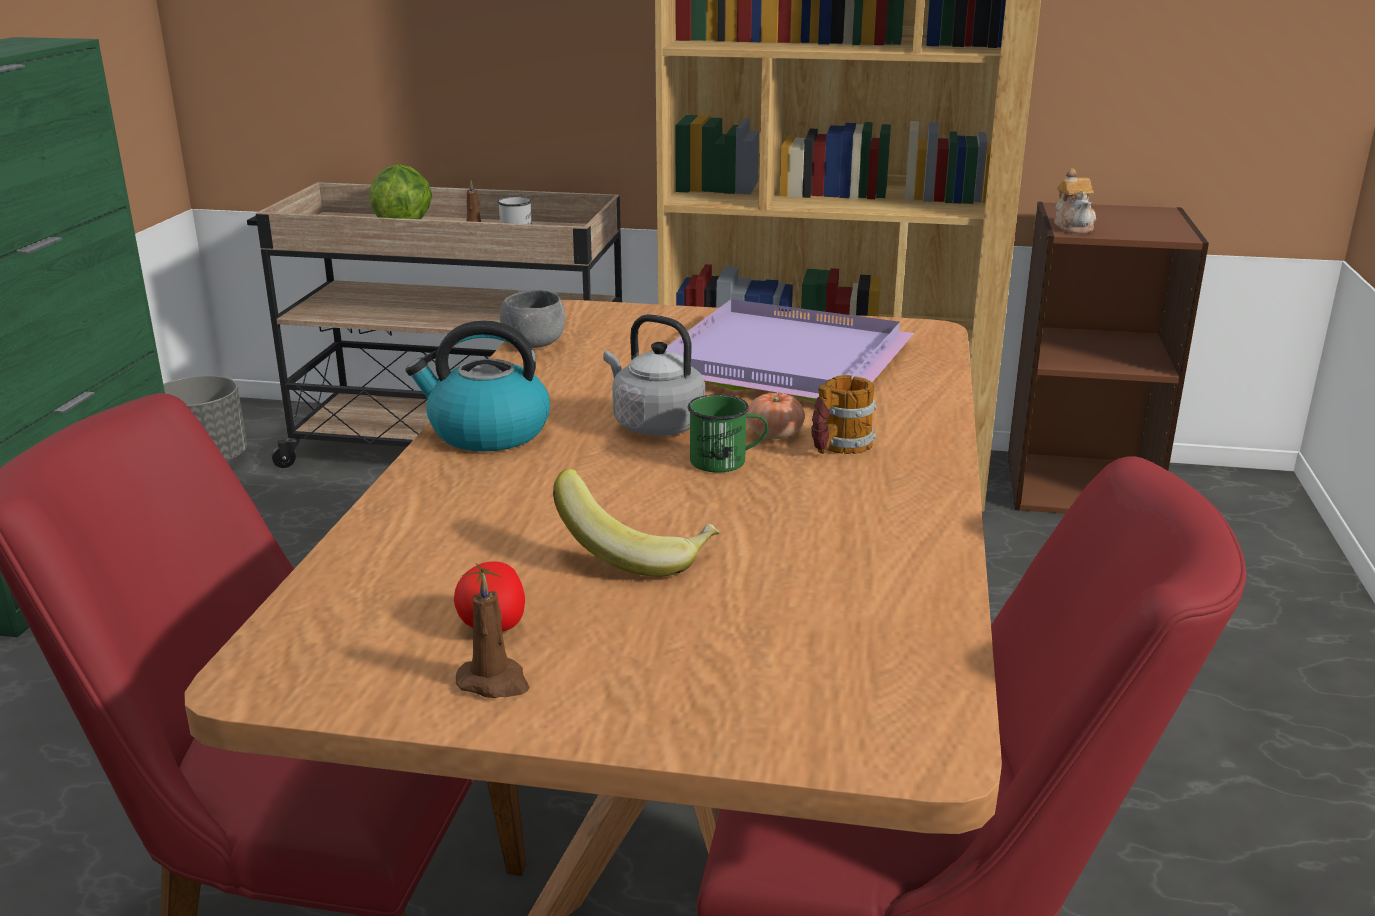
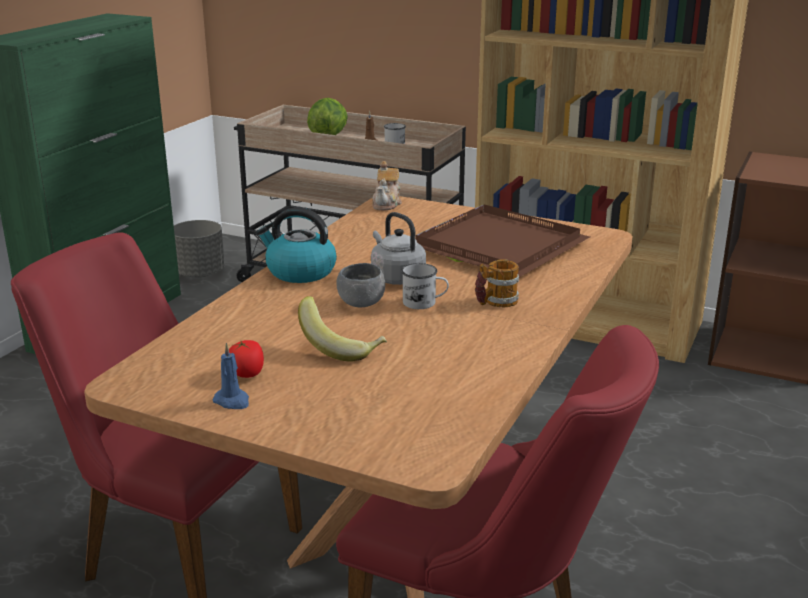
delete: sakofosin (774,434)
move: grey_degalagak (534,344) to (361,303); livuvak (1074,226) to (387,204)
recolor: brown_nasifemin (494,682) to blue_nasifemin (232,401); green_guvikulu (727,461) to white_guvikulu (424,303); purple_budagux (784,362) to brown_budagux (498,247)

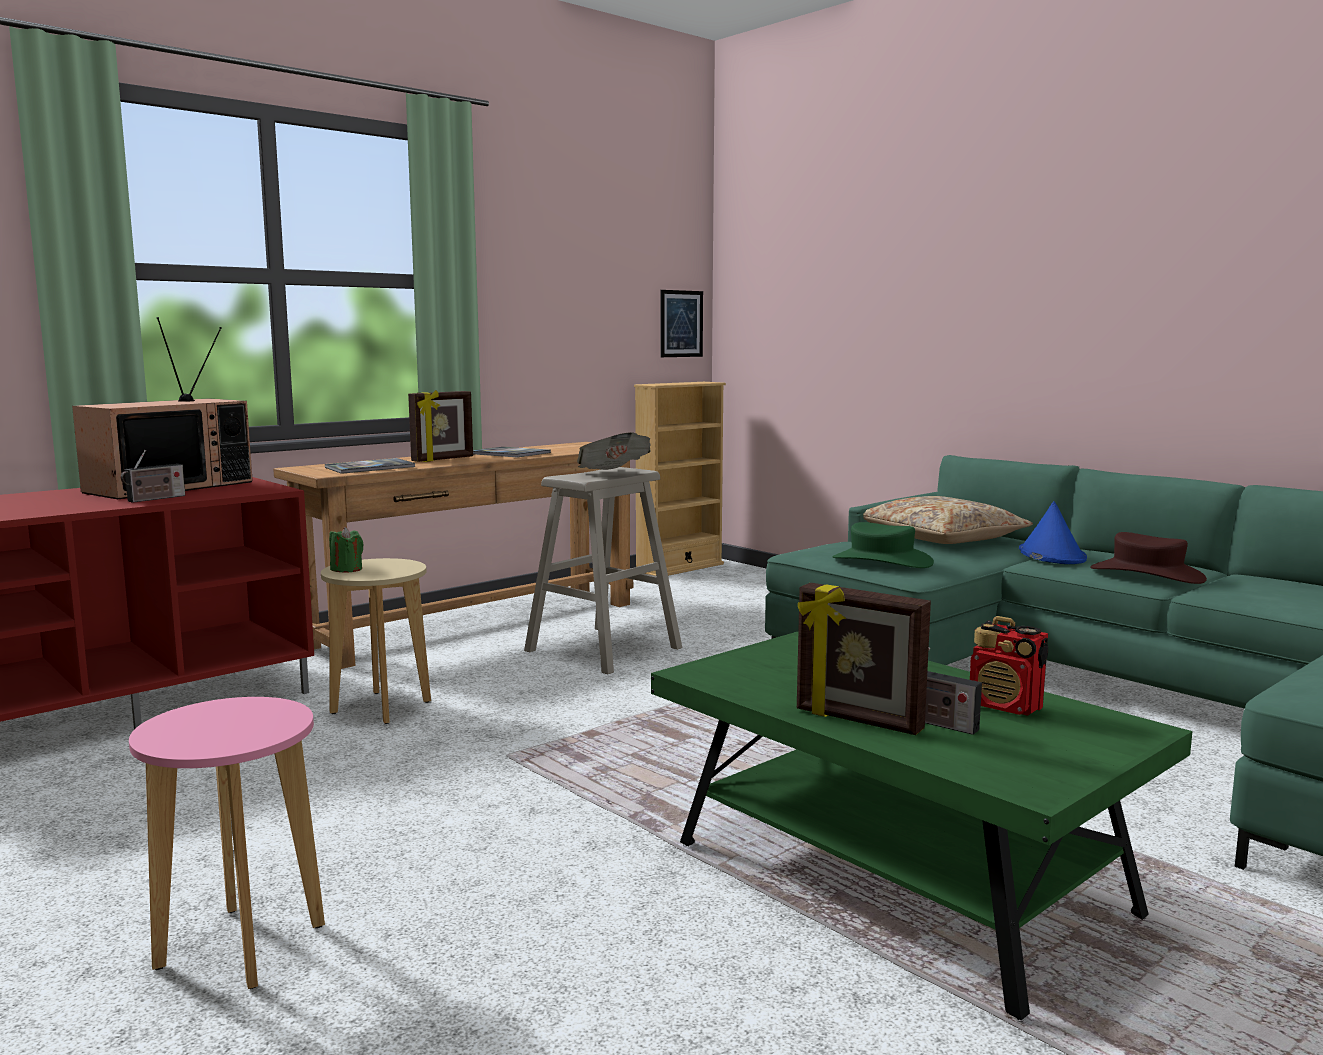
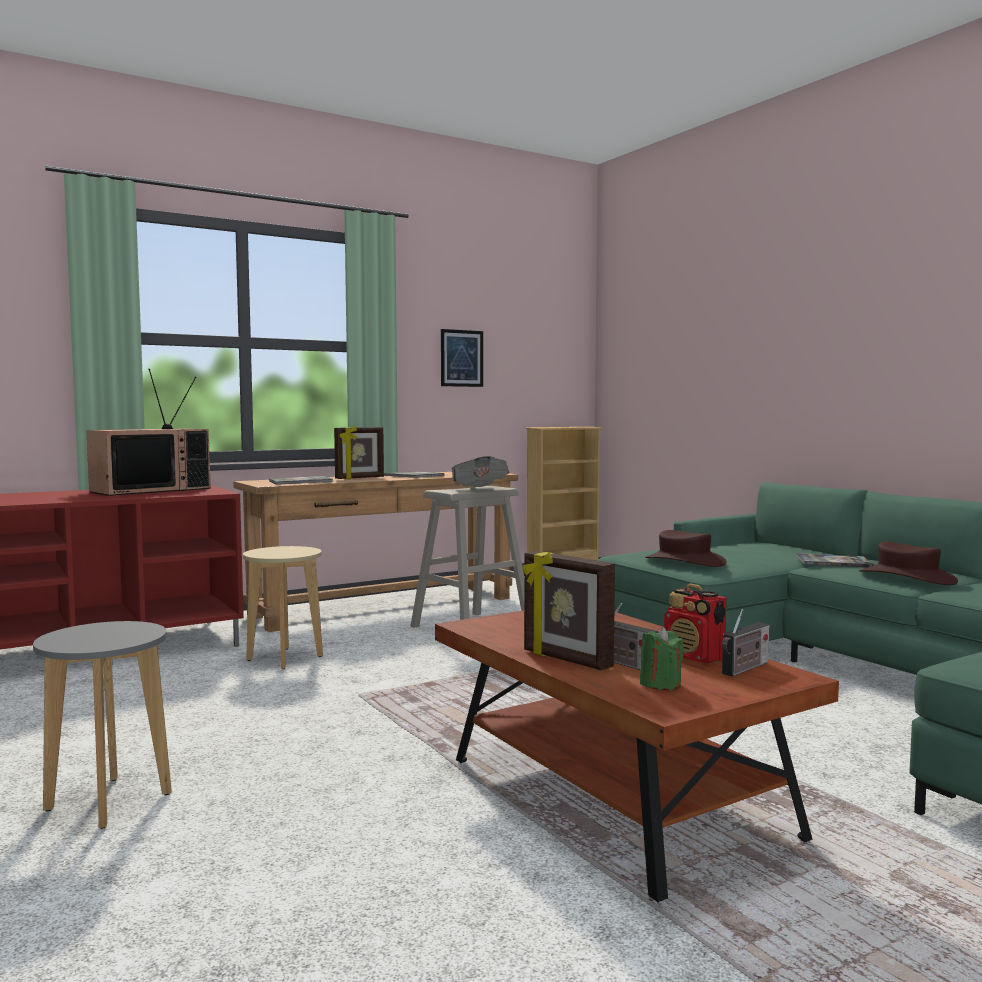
delete: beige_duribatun (940,538)
move: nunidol (681,323) to (462,358); green_nasifemin (347,569) to (660,684); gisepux (154,499) to (744,669)
replace: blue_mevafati (1051,555) to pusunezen (834,562)
recolor: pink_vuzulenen (240,946) to grey_vuzulenen (108,802); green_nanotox (895,881) to brown_nanotox (613,800); green_mevafati (882,561) to brown_mevafati (684,561)

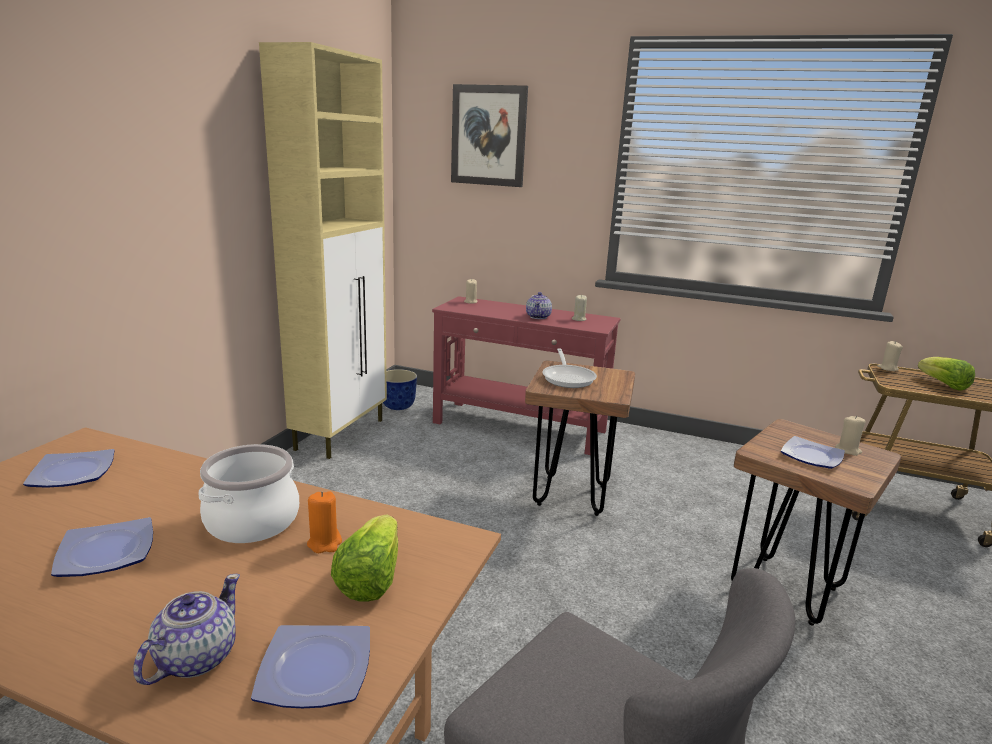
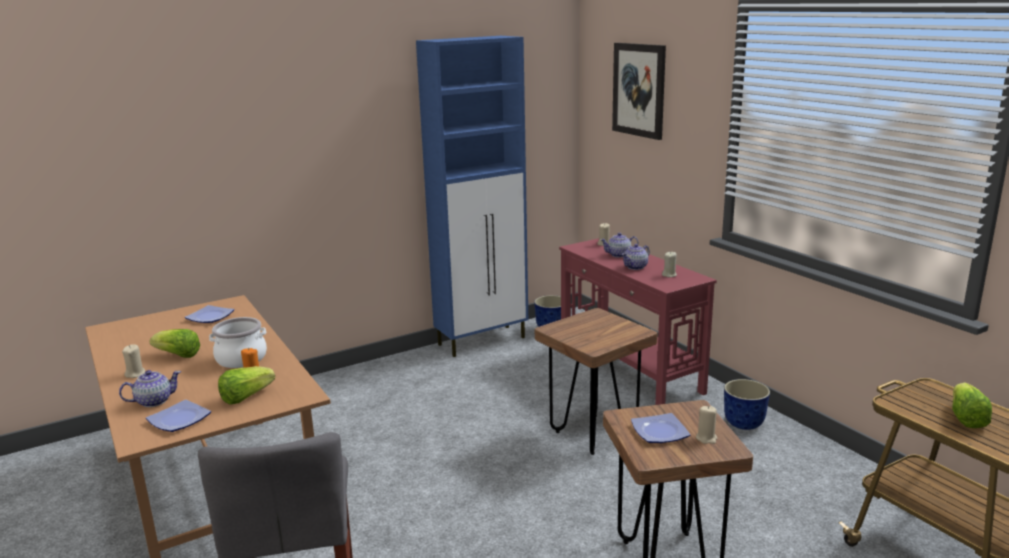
delete: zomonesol (568,378)
insert: livuvak (619,255); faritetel (744,424)
move: beige_nasifemin (887,368) to (135,374)
replace: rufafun (108,553) to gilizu (178,355)
recolor: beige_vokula (341,434) to blue_vokula (483,341)

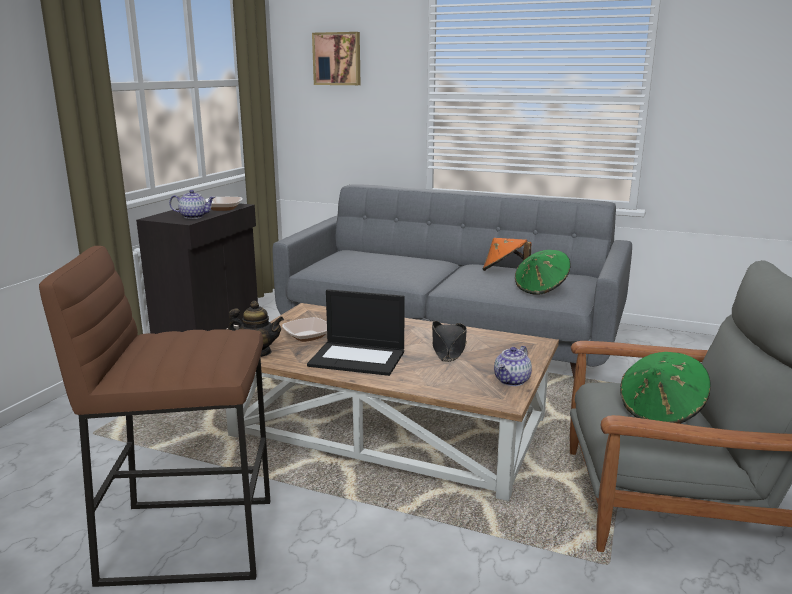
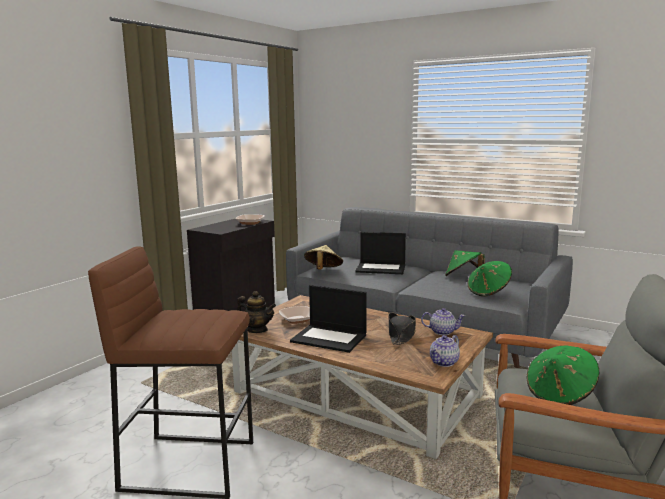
delete: nunidol (337,59)
insert: beige_mevafati (323,271); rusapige (381,268)
move: livuvak (194,216) to (442,332)
recolor: orange_mevafati (504,271) to green_mevafati (463,276)

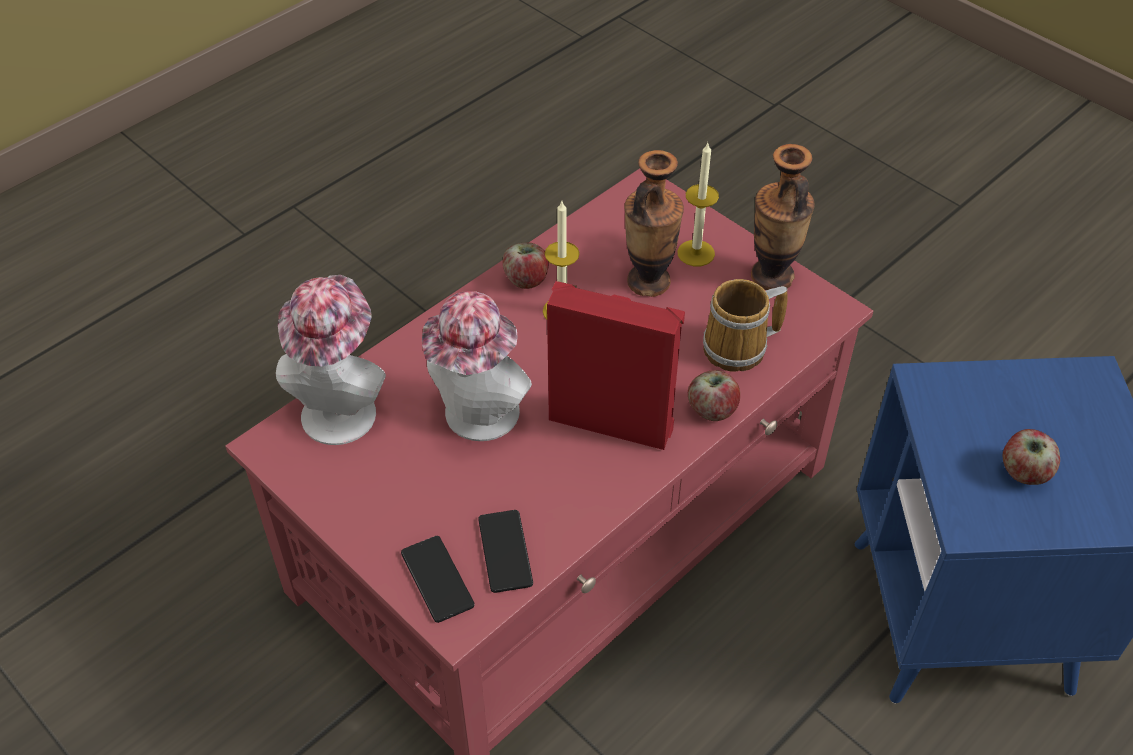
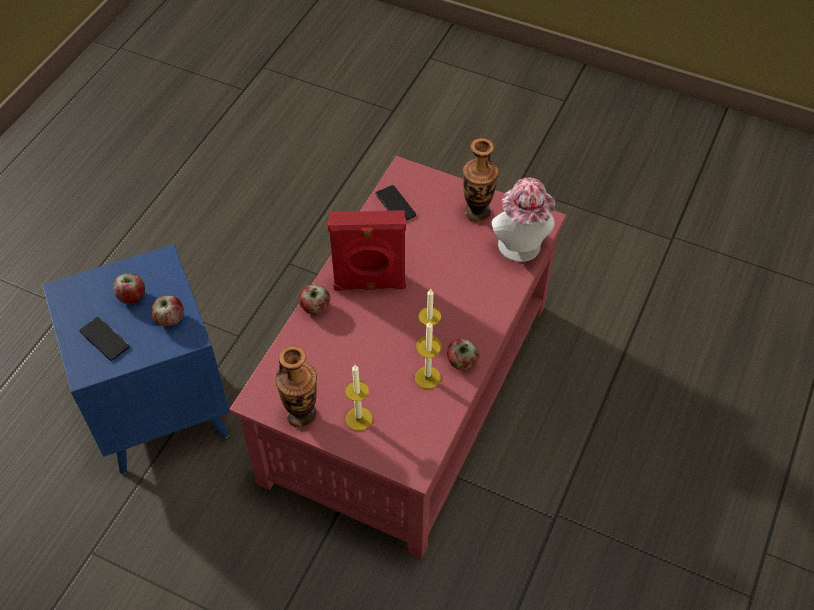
delete: mevafati (477,420); guvikulu (739,348)
insert: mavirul (170,319); nasifemin (427,377)
move: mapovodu (437,579) to (104,339); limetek (648,281) to (477,213)

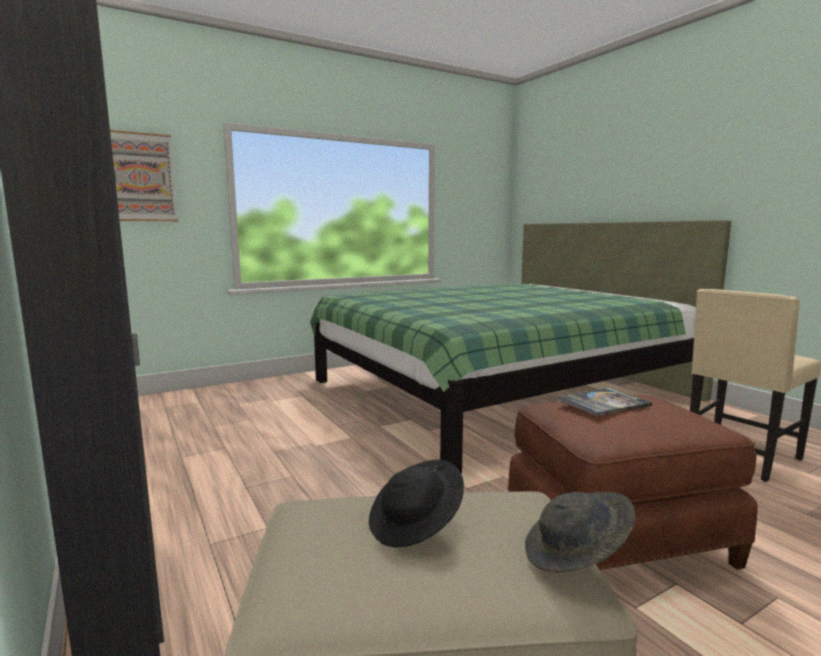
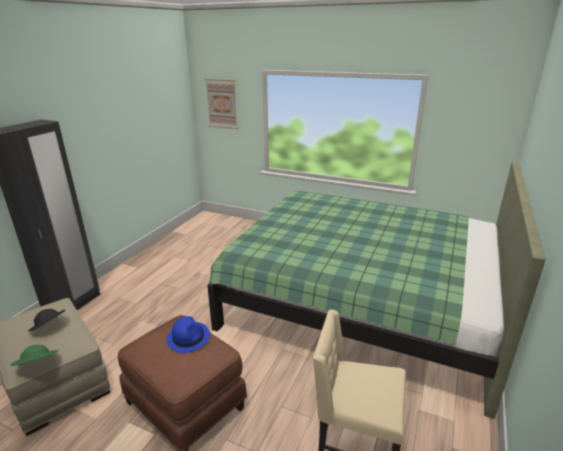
replace: pusunezen (603,403) to blue_mevafati (188,337)
recolor: grey_mevafati (576,555) to green_mevafati (37,365)

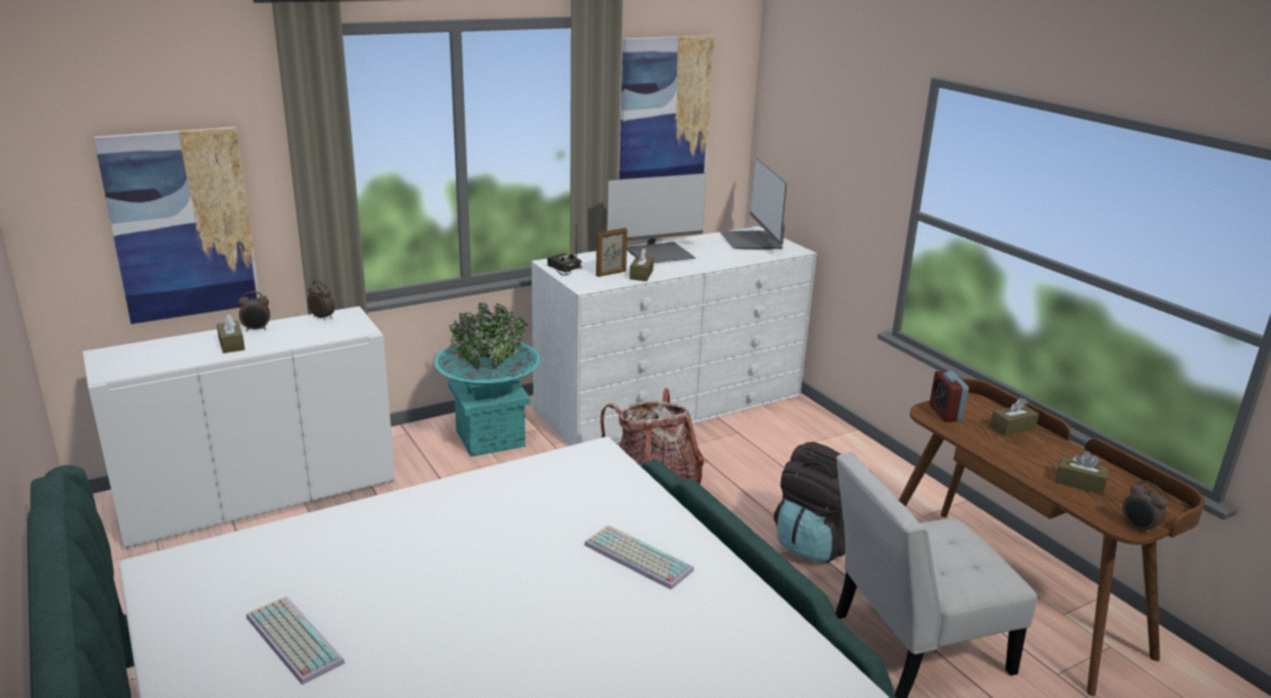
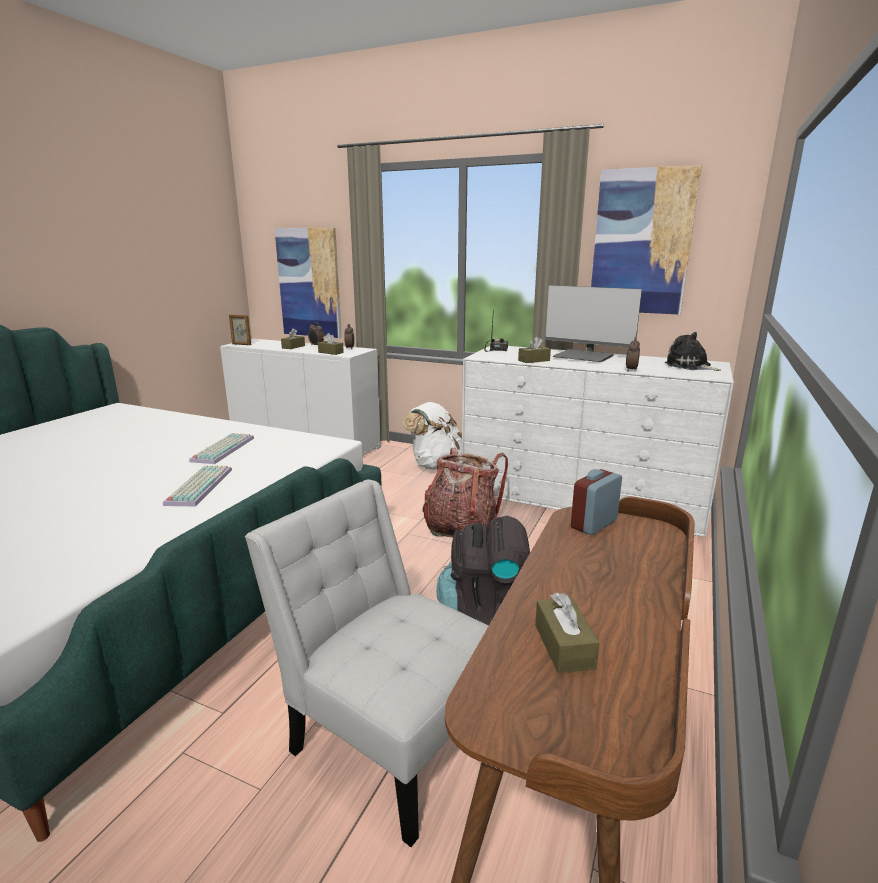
move: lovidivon (291,640) to (222,449); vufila (611,273) to (241,344); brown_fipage (1012,427) to (331,352); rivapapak (1138,528) to (631,370)
replace: turquoise_faritetel (490,438) to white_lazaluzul (436,465); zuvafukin (752,241) to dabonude (689,366)

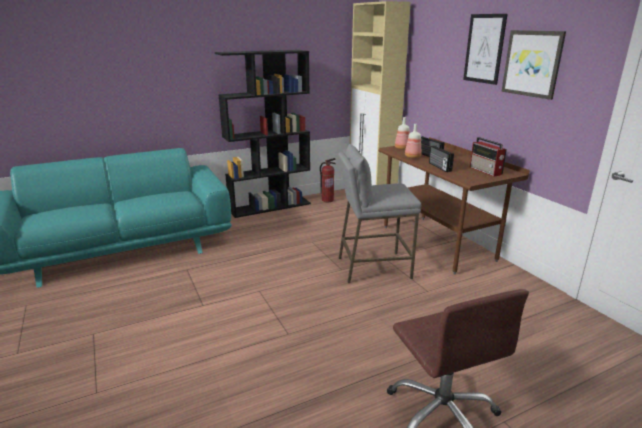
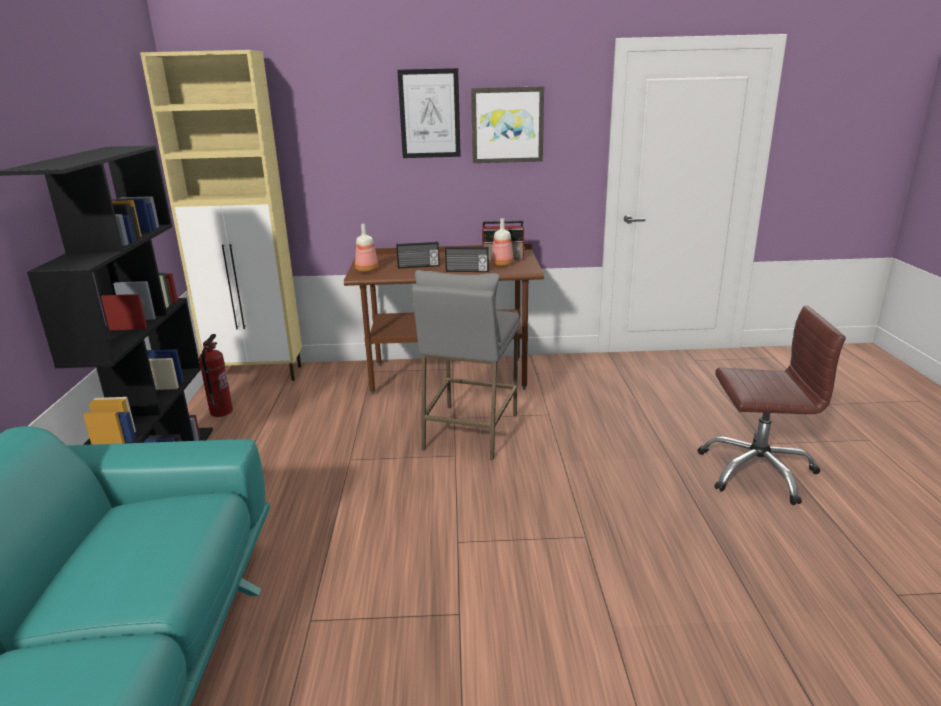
move: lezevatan (412,157) to (502,265)

